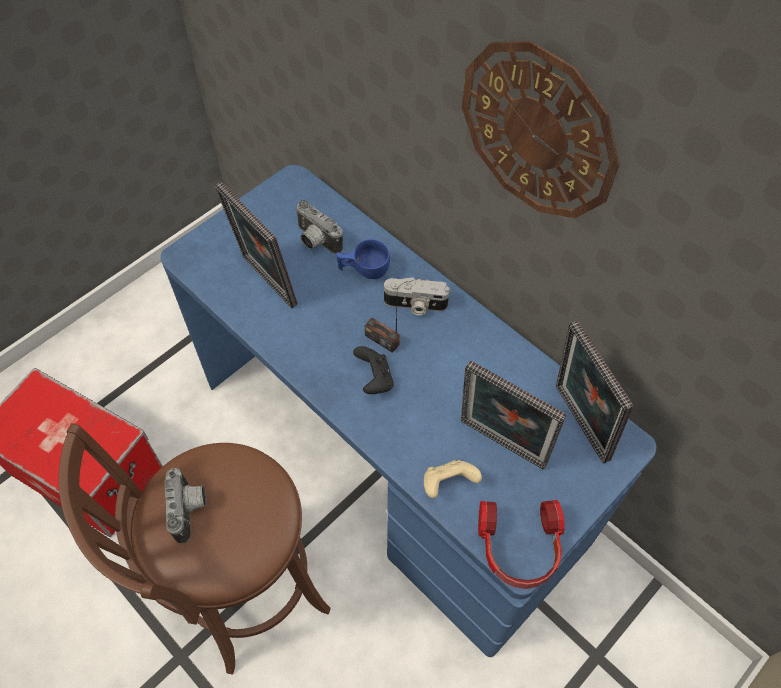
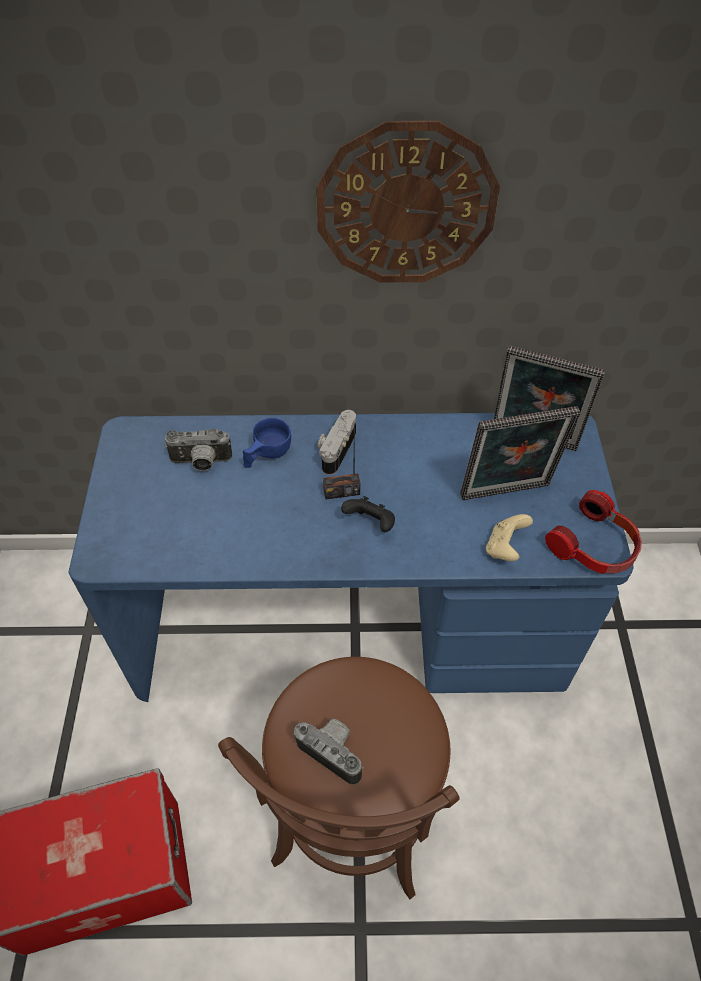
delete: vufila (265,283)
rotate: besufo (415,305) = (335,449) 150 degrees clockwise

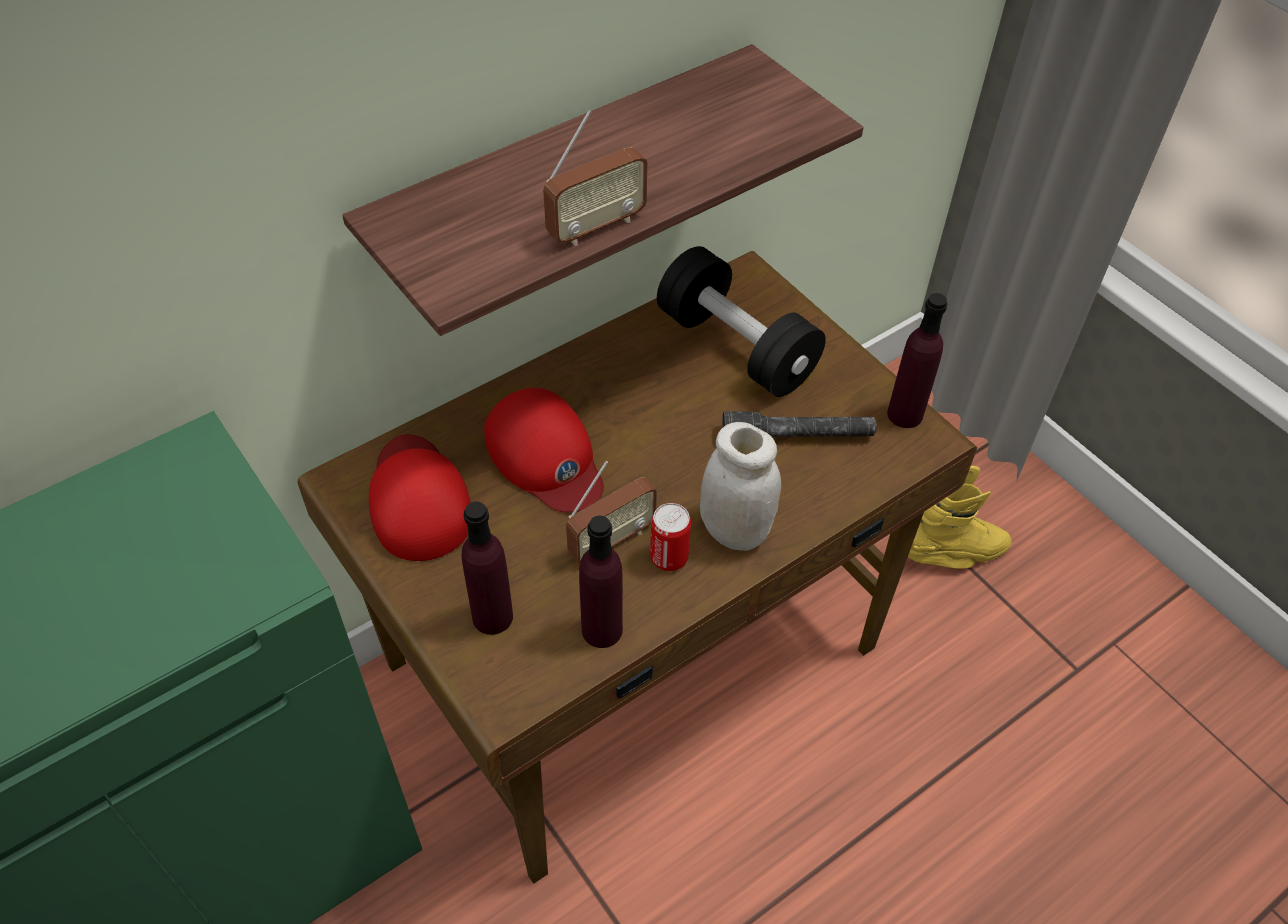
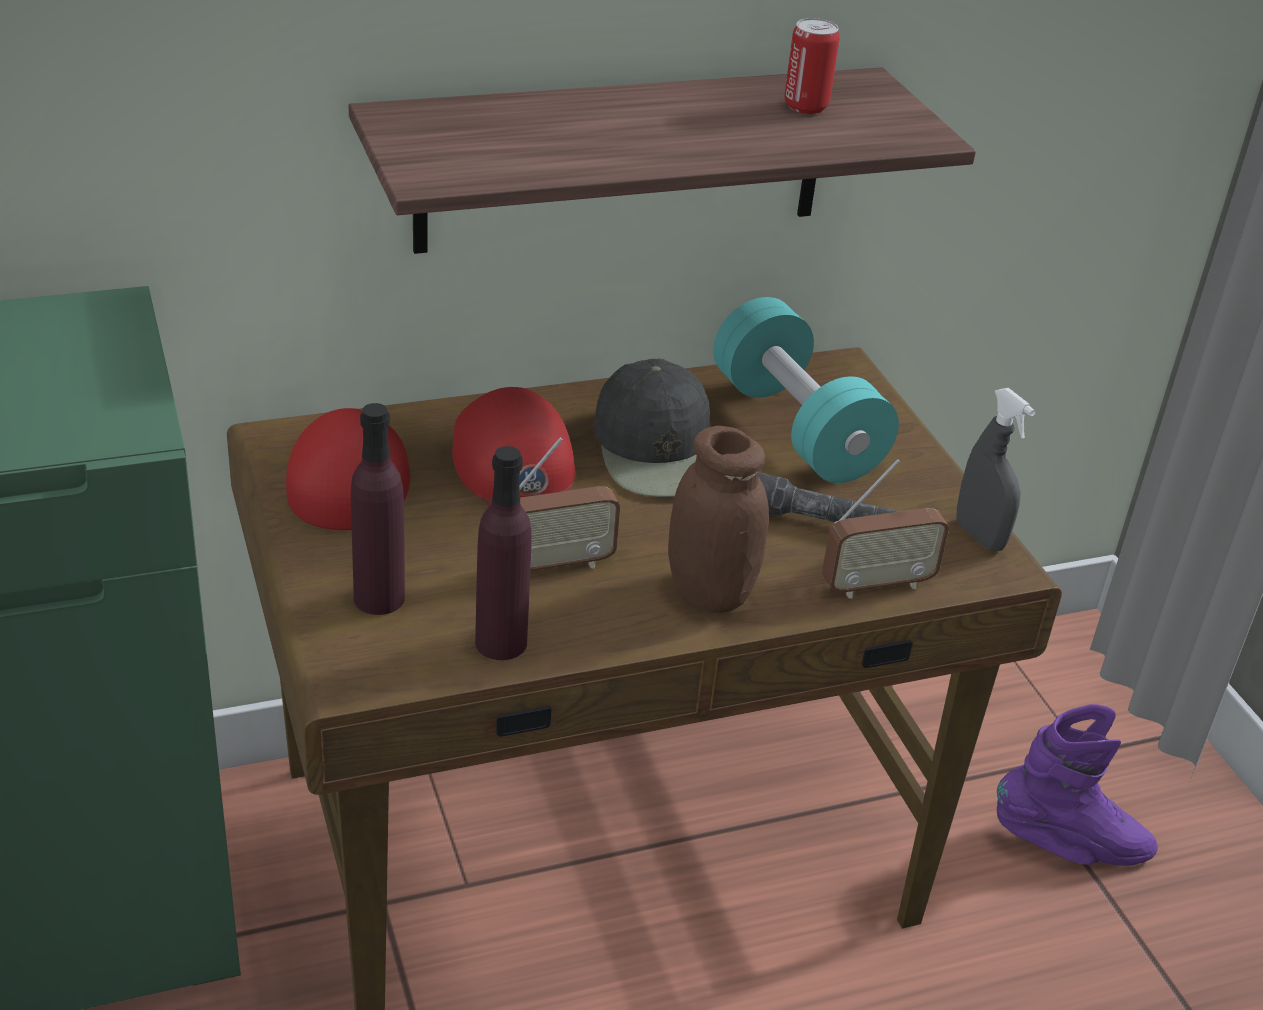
insert: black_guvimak (659,451)
move: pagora (669,558) to (806,106); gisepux (596,227) to (877,585)
replace: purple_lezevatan (905,414) to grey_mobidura (979,536)
recolor: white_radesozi (735,531) to brown_radesozi (709,592); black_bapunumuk (736,347) to turquoise_bapunumuk (796,427); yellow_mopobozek (952,554) to purple_mopobozek (1069,846)

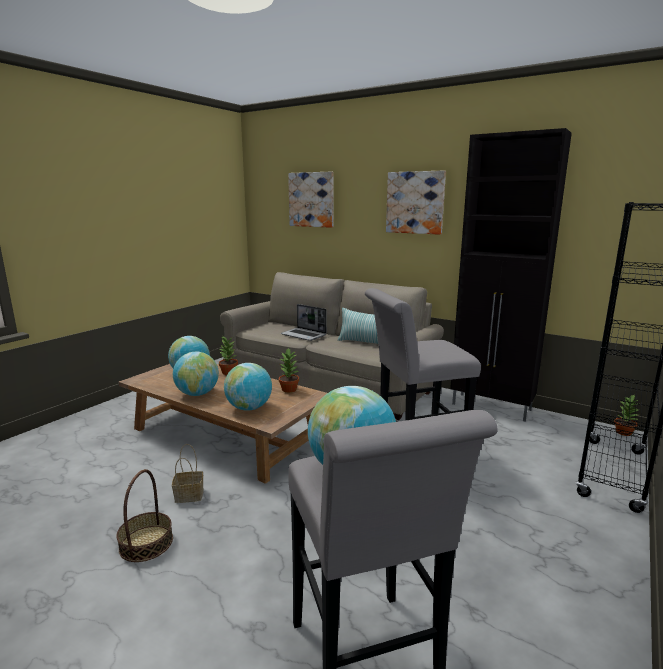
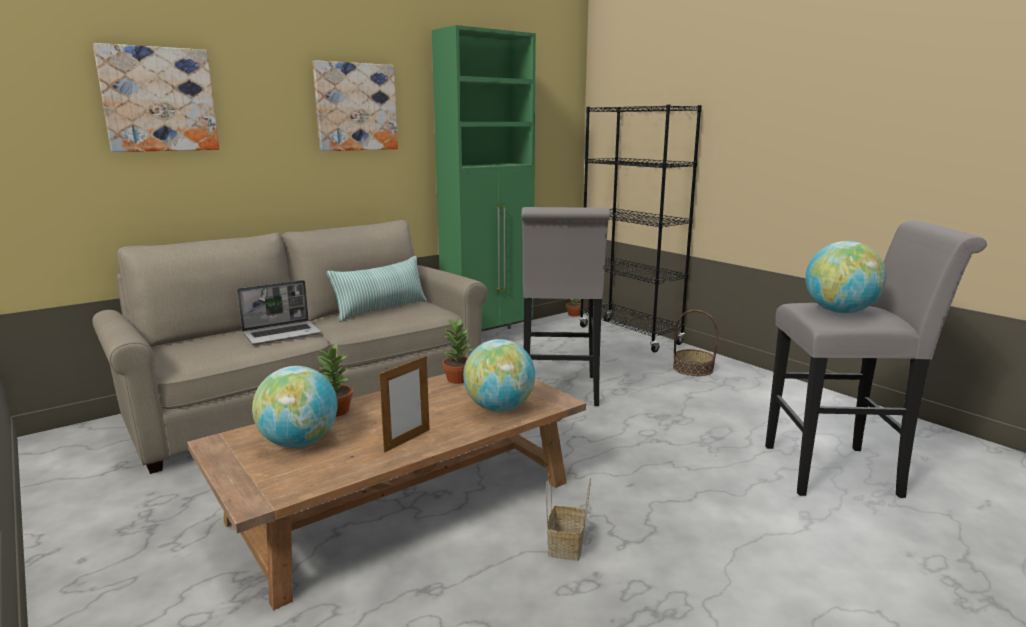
move: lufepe (146,543) to (692,369)
replace: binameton (197,394) to vufila (407,440)
recolor: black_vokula (492,407) to green_vokula (489,339)

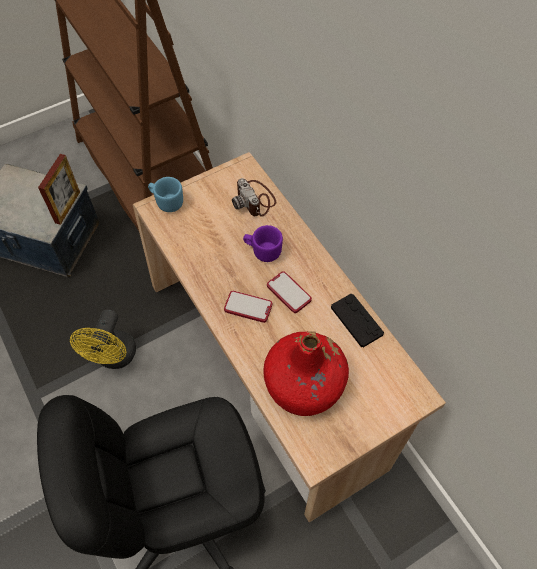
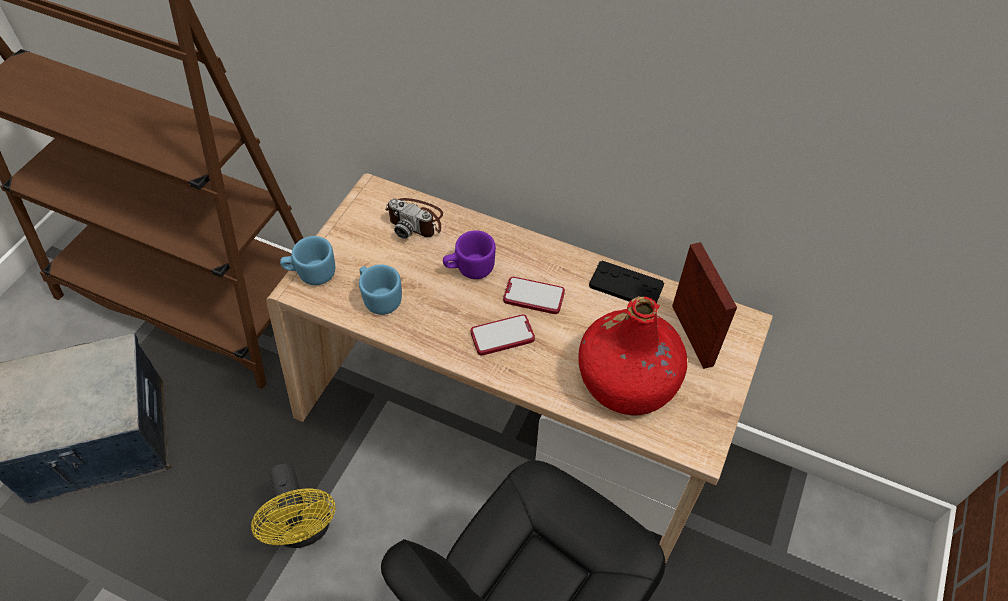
insert: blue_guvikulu (380,298)
move: vufila (67,207) to (692,335)

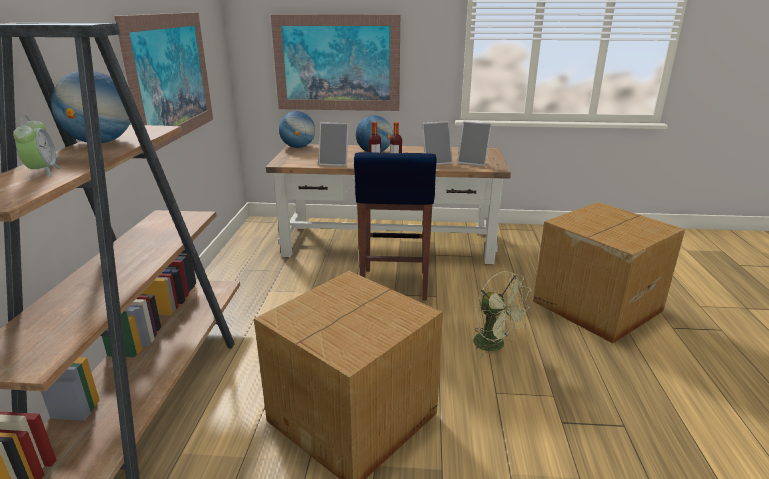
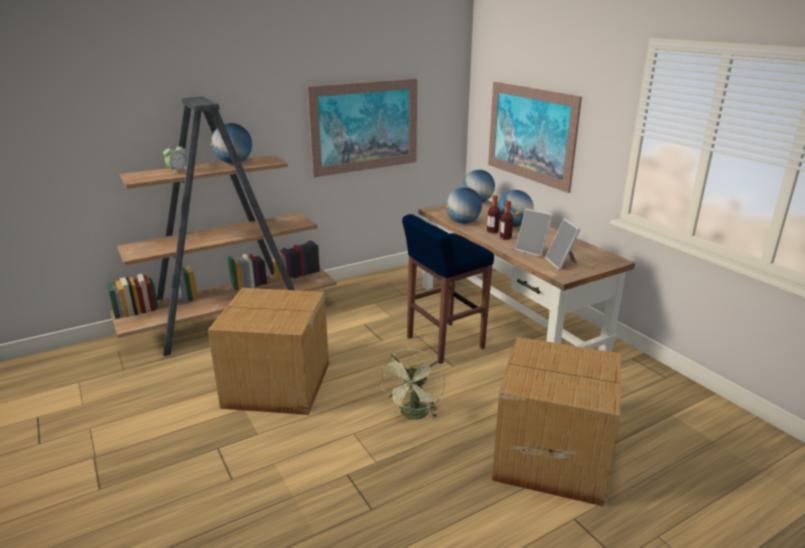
replace: vufila (335,163) to binameton (463,222)

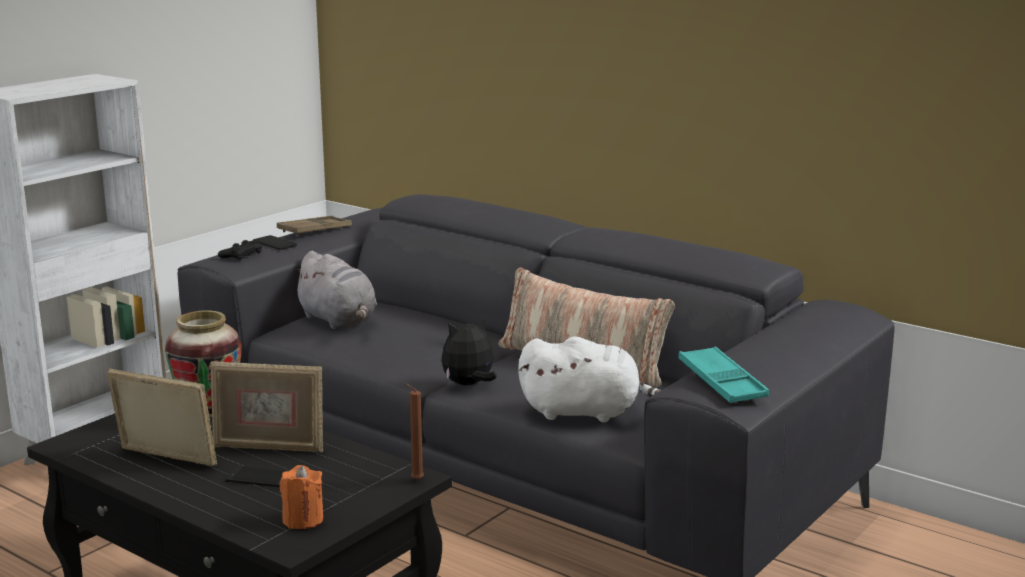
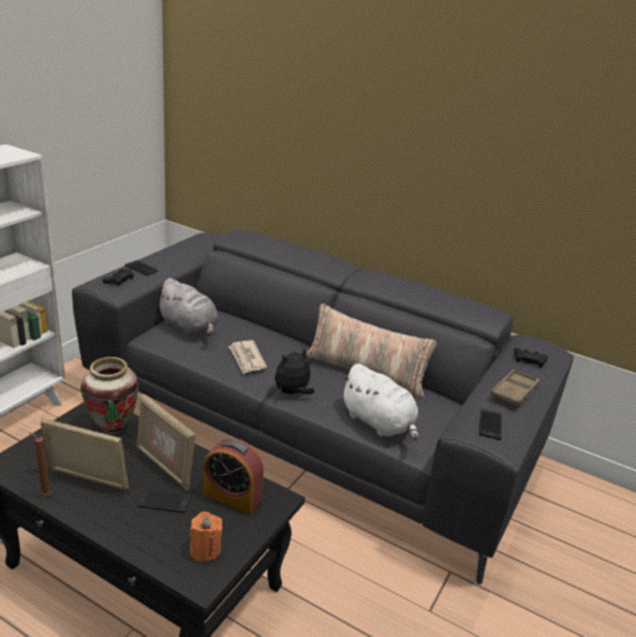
insert: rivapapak (232,497); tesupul (247,358); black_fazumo (529,359)
move: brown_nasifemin (415,480) to (44,495); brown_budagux (315,230) to (514,391)
replace: turquoise_budagux (722,382) to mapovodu (490,424)
rotate: vufila (269,447) = (165,467) 45 degrees clockwise; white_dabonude (585,412) = (379,423) 45 degrees clockwise

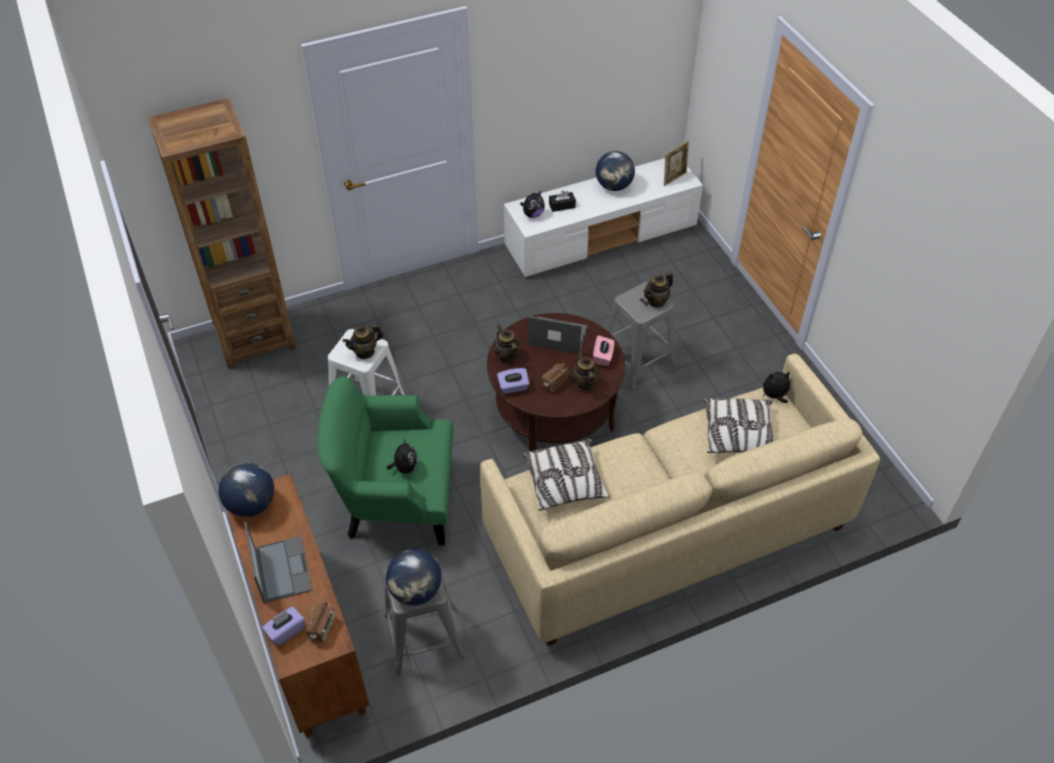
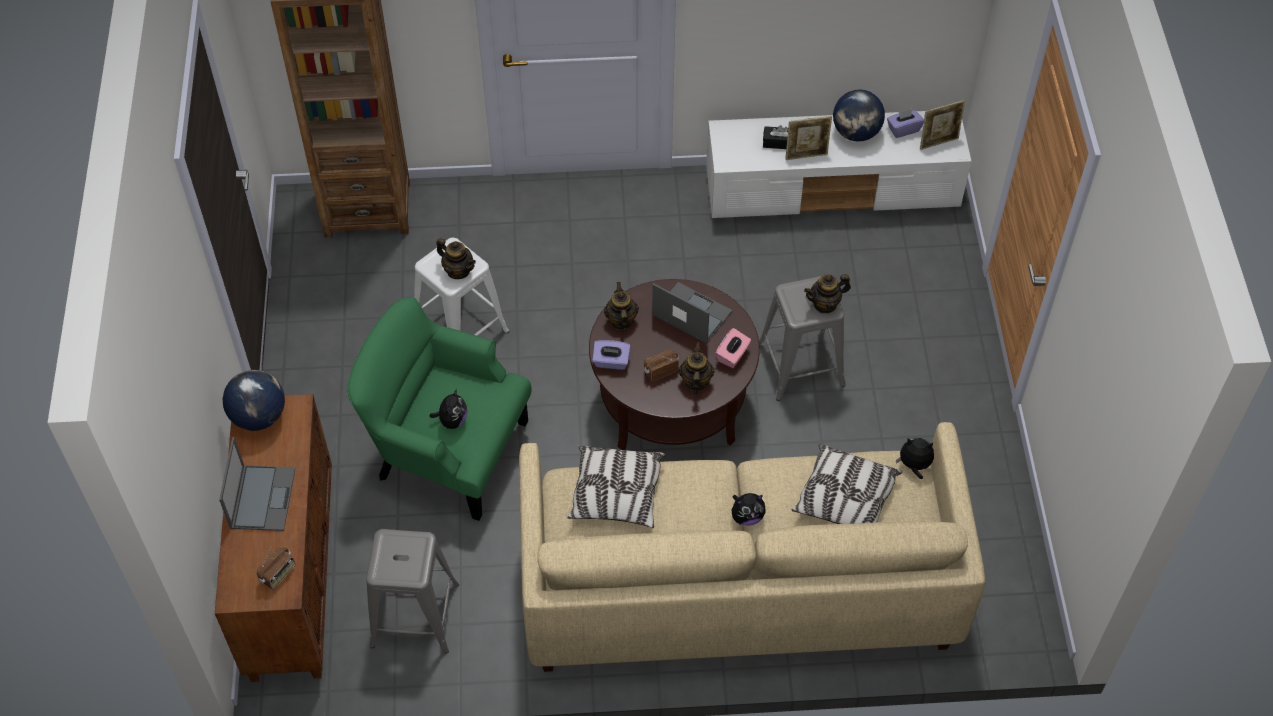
delete: binameton (416,591)
insert: vufila (806,155)
move: dabonude (532,214) to (747,517); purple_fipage (286,631) to (903,129)
rotate: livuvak (365,352) = (458,270) 135 degrees counterclockwise

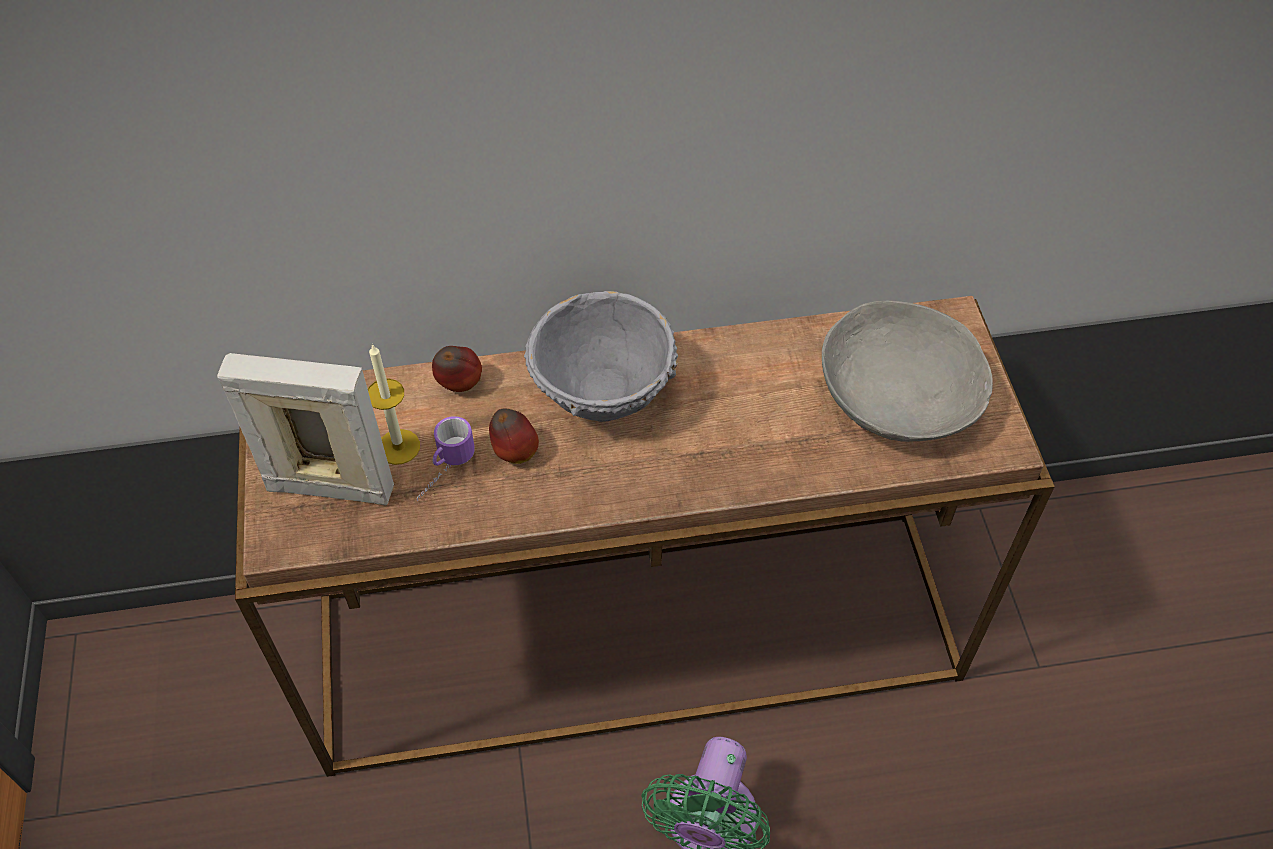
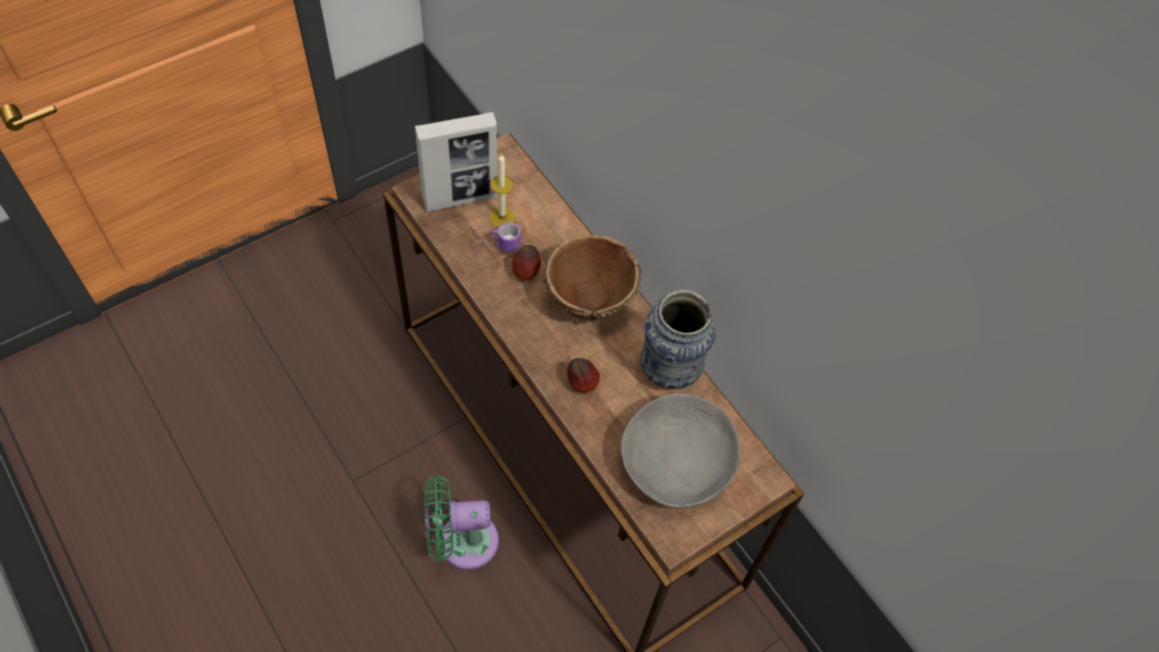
insert: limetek (669,371)
move: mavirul (460,385) to (581,384)
recolor: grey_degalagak (603,397) to brown_degalagak (589,301)
rotate: vufila (330,488) = (460,199) 90 degrees clockwise

